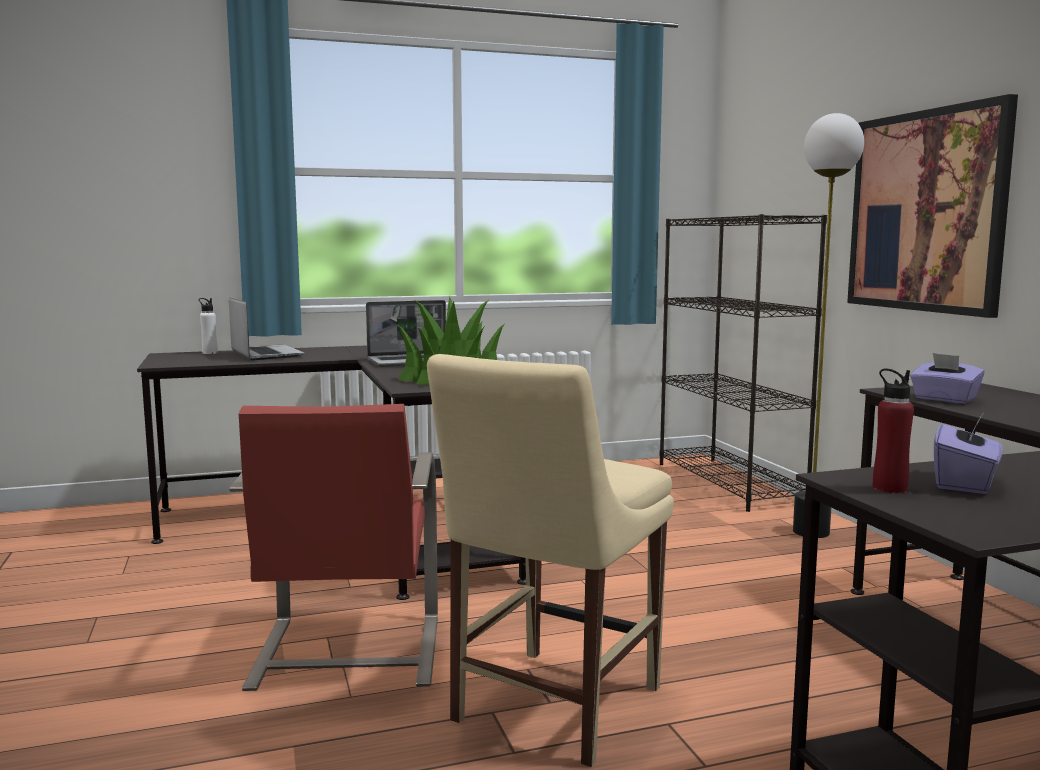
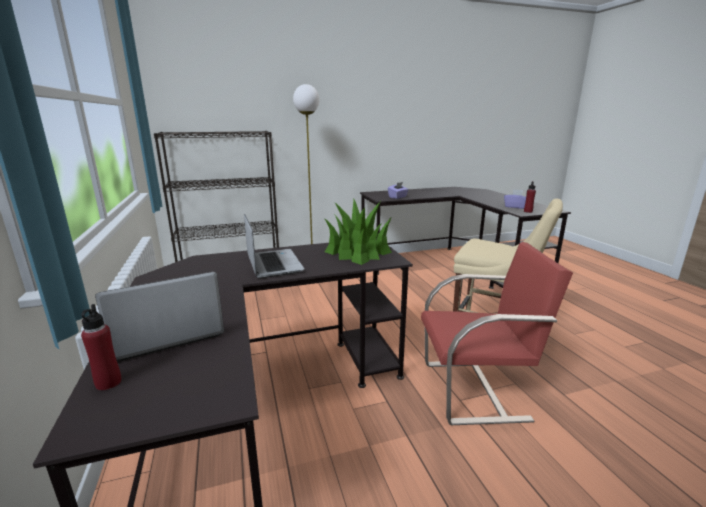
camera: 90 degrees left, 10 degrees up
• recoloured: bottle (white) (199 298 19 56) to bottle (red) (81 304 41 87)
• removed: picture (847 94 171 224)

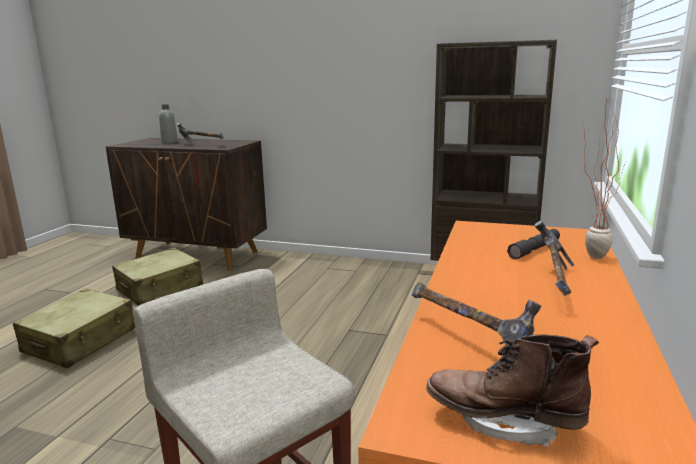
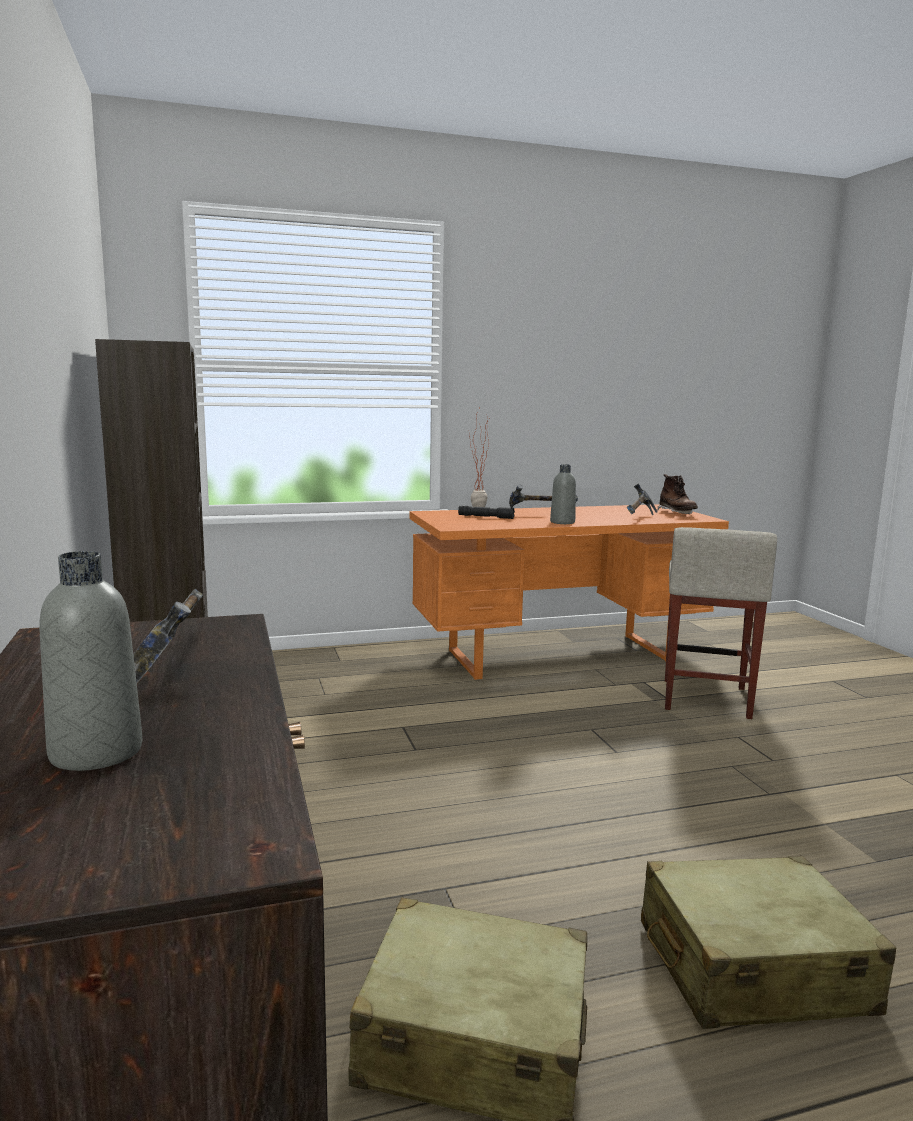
camera: 125 degrees left, 5 degrees down
• added: bottle (grey) (550 464 26 60)

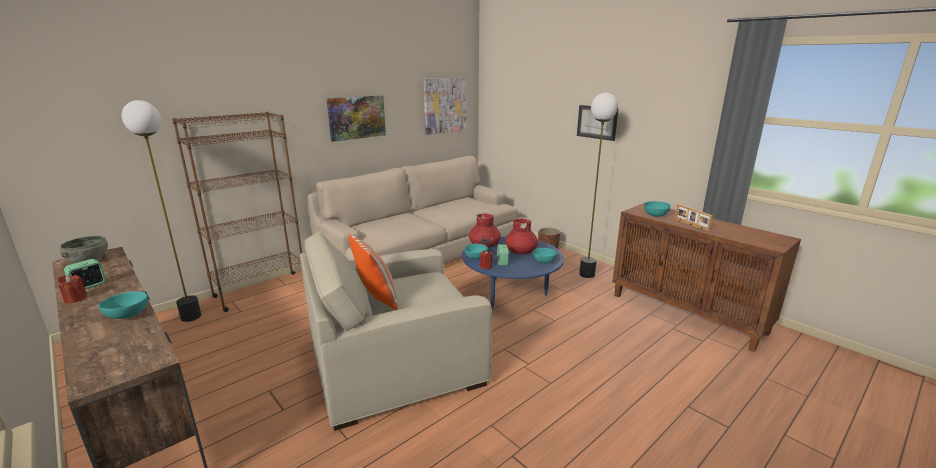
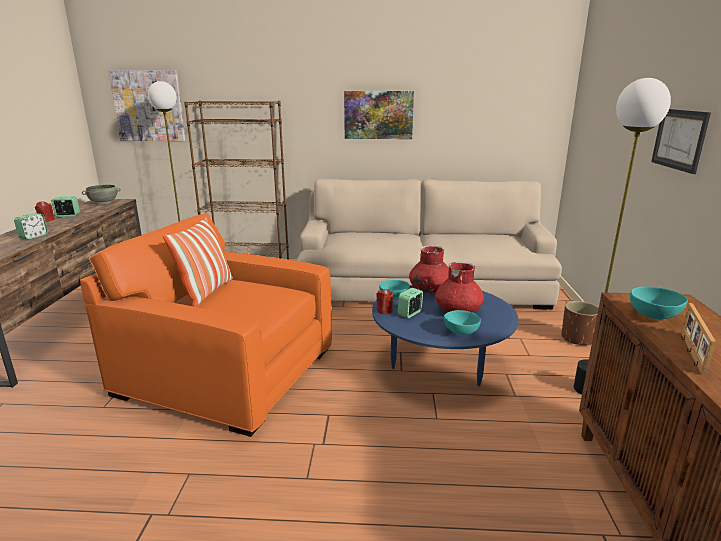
camera: 45 degrees right, 0 degrees up
• replaced: bowl (turquoise) (98 291 50 28) to alarm clock (14 213 34 26)
• recoloured: armchair (beige) (300 232 192 199) to armchair (orange) (80 213 252 224)
• moved: picture (424 77 43 58) to (109 70 77 71)

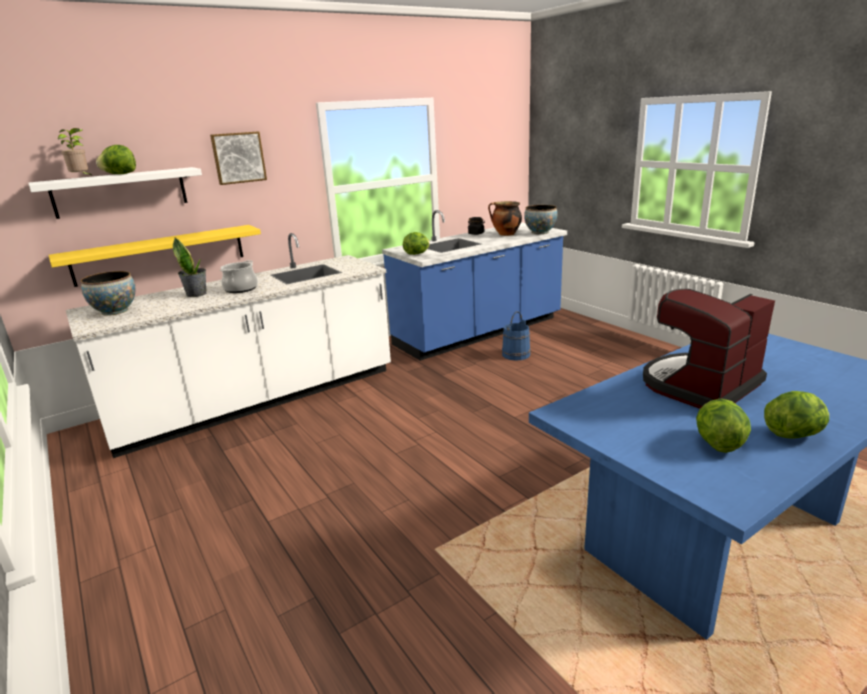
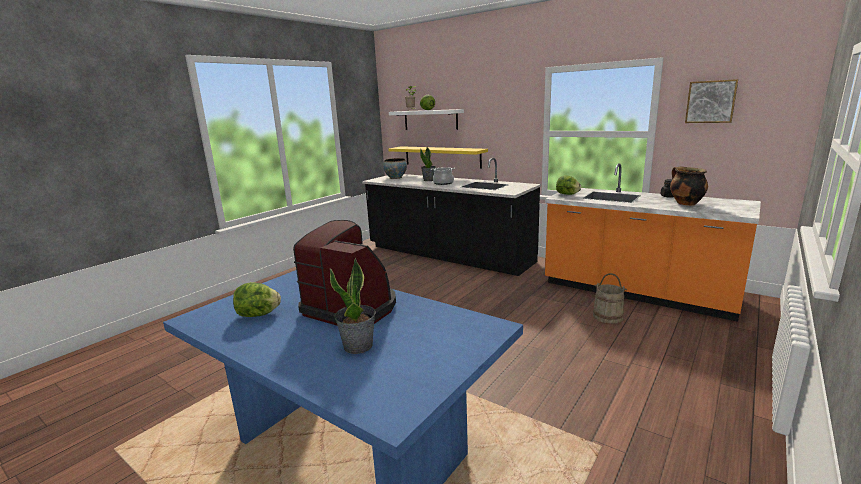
camera: 70 degrees right, 5 degrees down
• added: potted plant (330 258 46 96)
• recoloured: counter (white) (66 233 325 225) to counter (black) (362 158 179 118)
• recoloured: counter (blue) (382 210 185 151) to counter (orange) (545 163 216 159)
• recoloured: bucket (blue) (502 311 29 50) to bucket (beige) (593 273 34 51)
• moved: picture (210 132 57 53) to (685 79 53 44)
• removed: bowl (524 205 34 29)
• removed: lettuce (764 391 65 48)

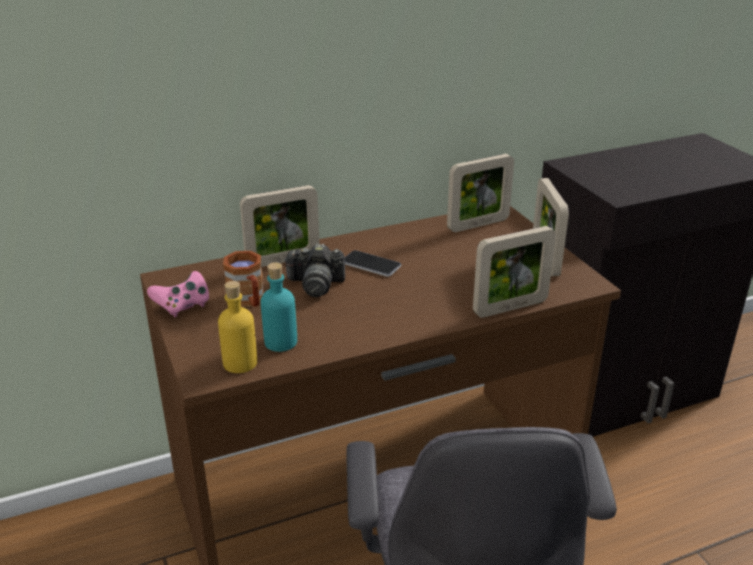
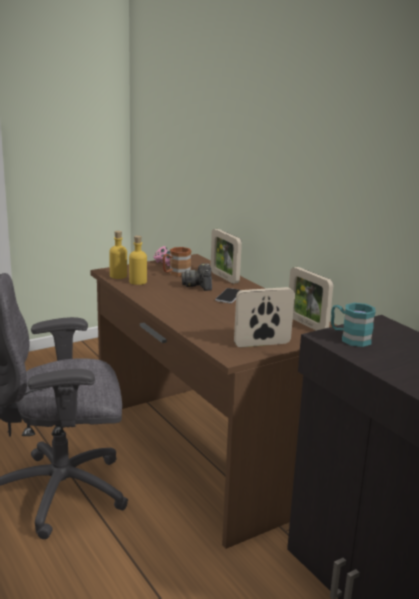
camera: 80 degrees right, 10 degrees down
• recoloured: bottle (turquoise) (260 262 37 90) to bottle (yellow) (129 236 18 49)
• added: mug (turquoise) (331 303 45 44)
• removed: picture frame (473 226 83 92)

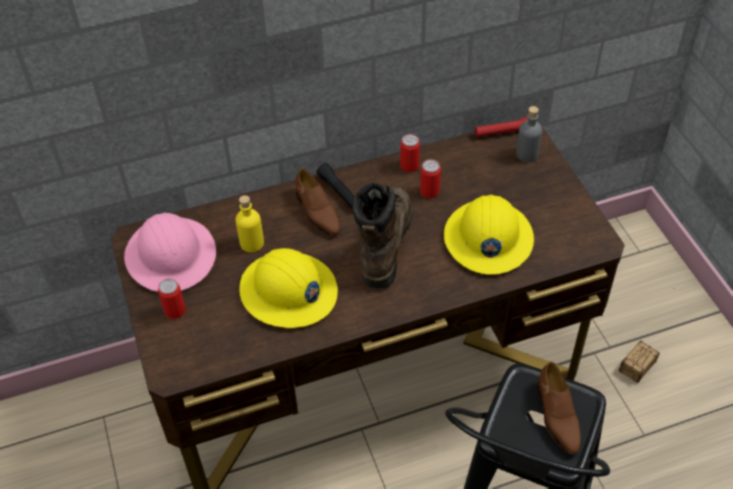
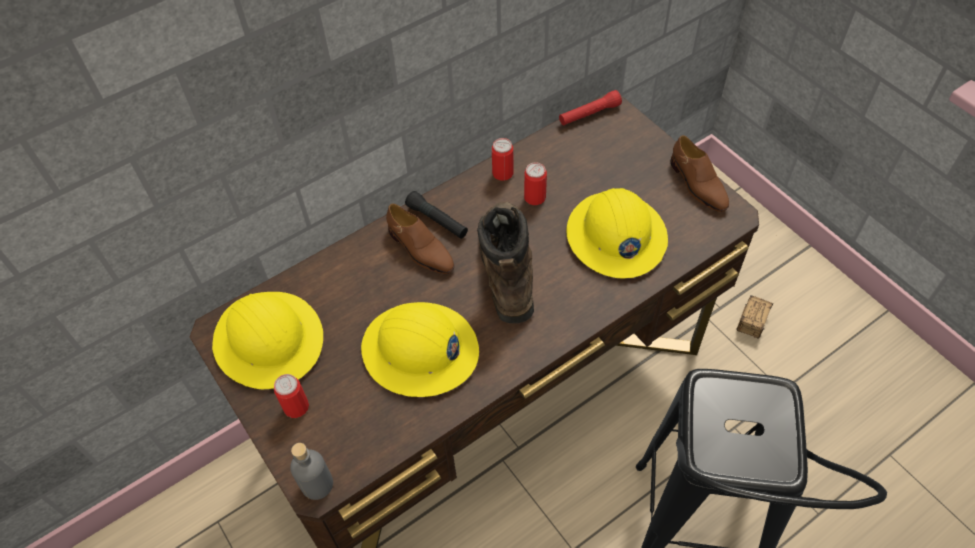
camera: 15 degrees left, 5 degrees up
• recoloured: hard hat (pink) (124 213 92 79) to hard hat (yellow) (212 292 111 97)
• moved: bottle (grey) (516 106 27 56) to (290 443 43 57)
• moved: shoe (brown) (537 362 44 93) to (671 135 58 77)
• removed: bottle (yellow) (235 195 29 57)

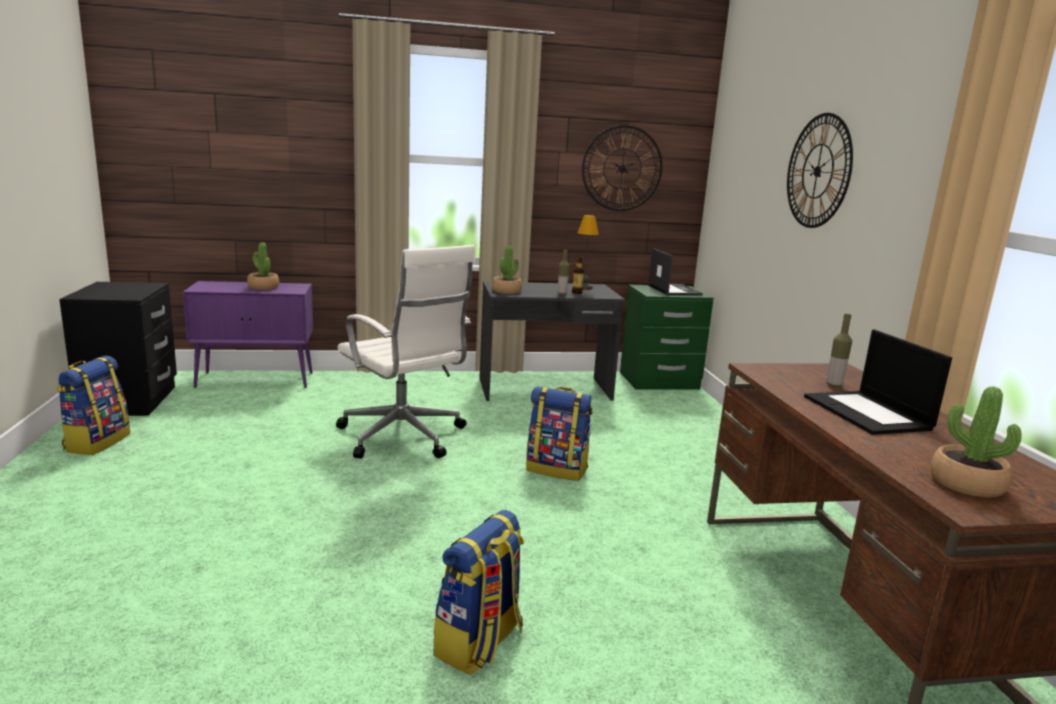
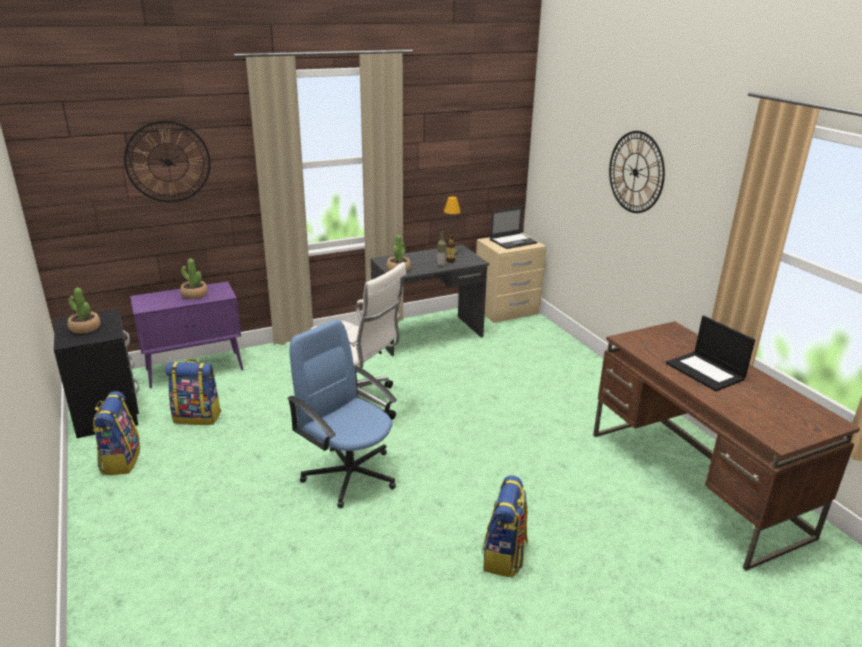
camera: 15 degrees left, 10 degrees up
• moved: potted plant (931 386 91 112) to (67 288 33 46)
• moved: wall clock (582 125 80 86) to (124 121 87 81)
• moved: backpack (526 386 66 95) to (165 359 56 66)
• added: office chair (blue) (287 319 110 189)
• recoloured: nightstand (green) (620 285 94 105) to nightstand (beige) (476 233 70 90)
• turned: laptop (648 248 55 48) = (490 206 47 43) 90 degrees clockwise
• removed: bottle (826 314 26 73)

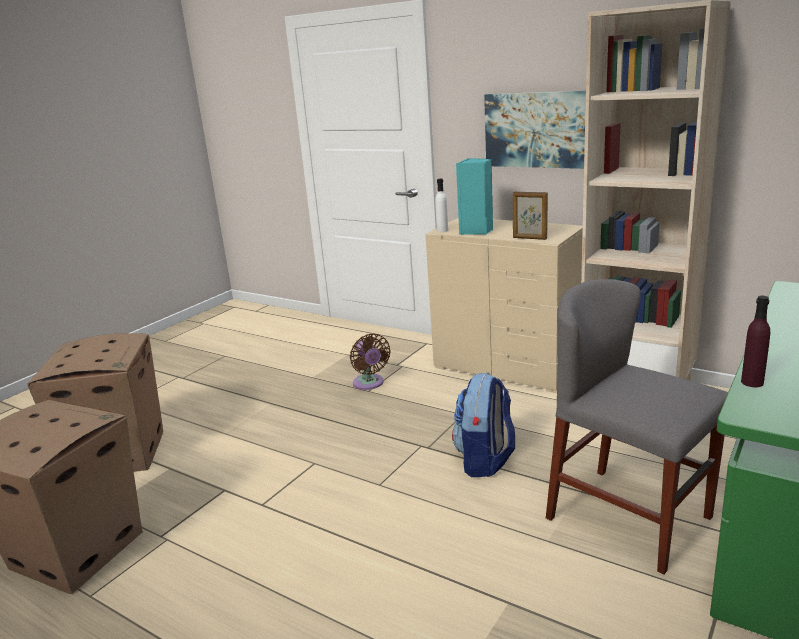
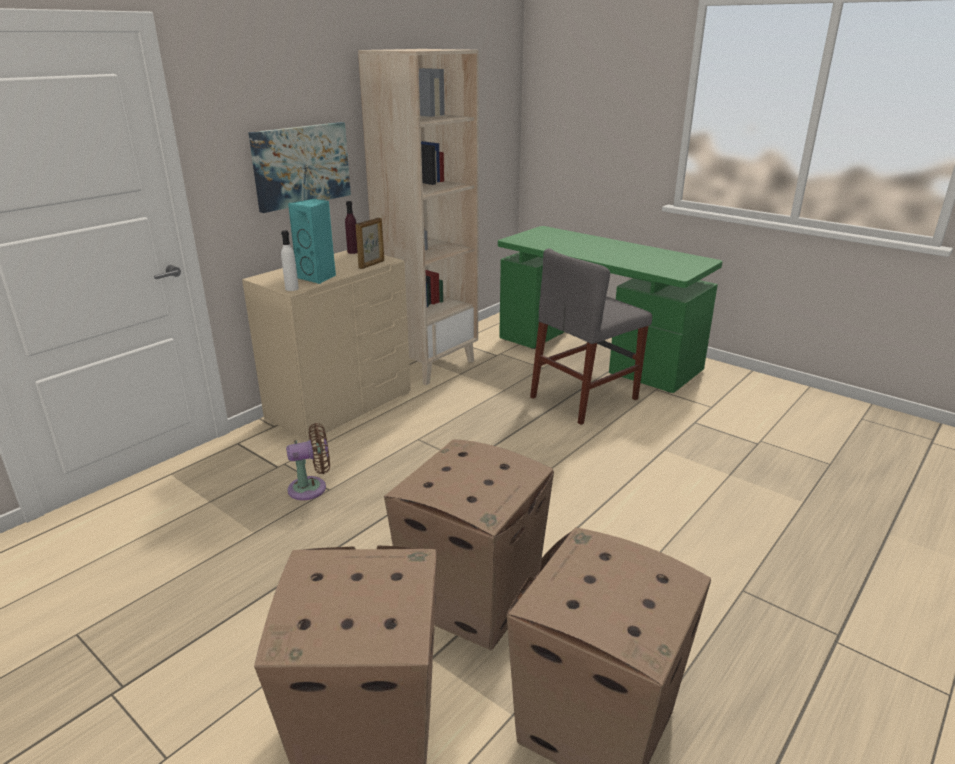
camera: 85 degrees left, 5 degrees up
• moved: bottle (purple) (741 296 29 91) to (345 201 12 53)
• added: cardboard box (384 439 170 211)
• removed: backpack (452 373 63 104)

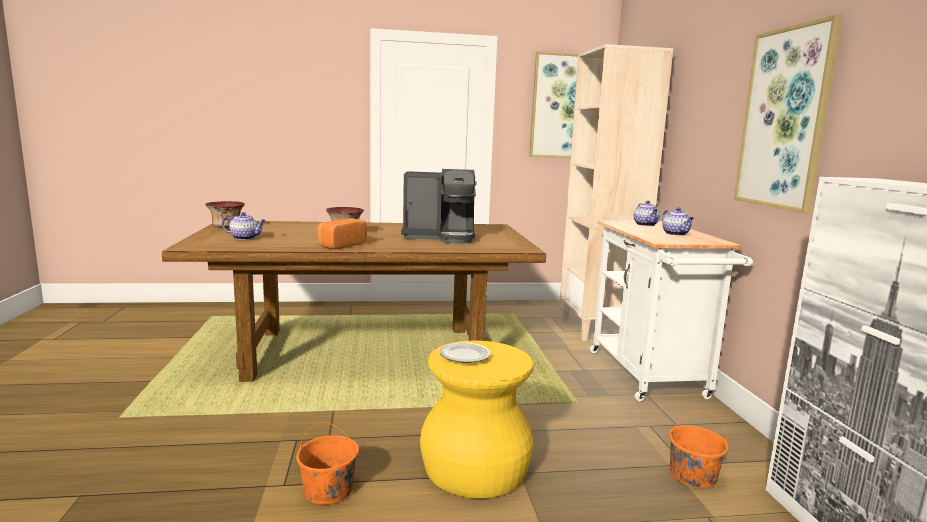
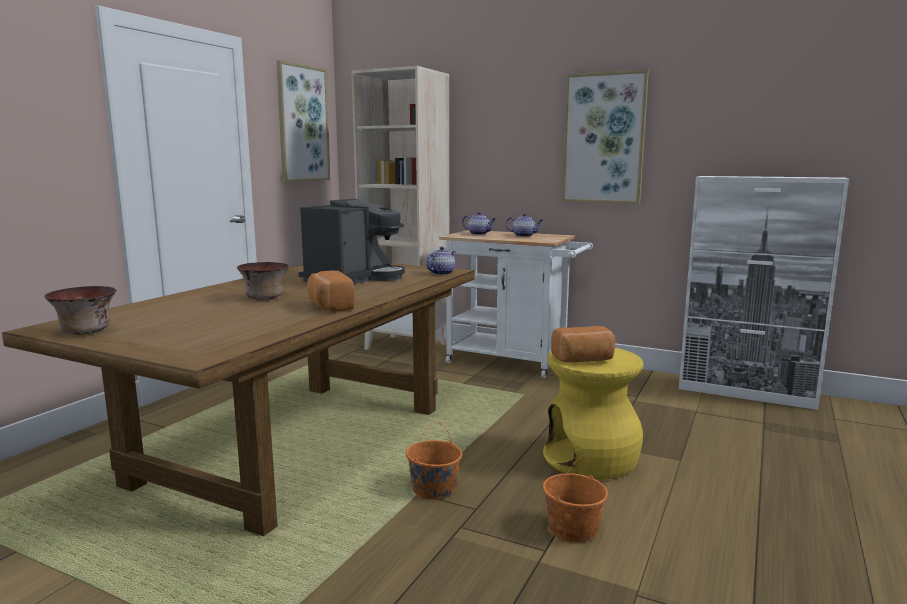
camera: 55 degrees left, 0 degrees up
• moved: bucket (orange) (669 410 59 78) to (406 422 56 77)
• moved: teapot (222 212 44 28) to (426 247 30 28)
• replaced: plate (440 342 51 21) to bread (551 326 64 36)

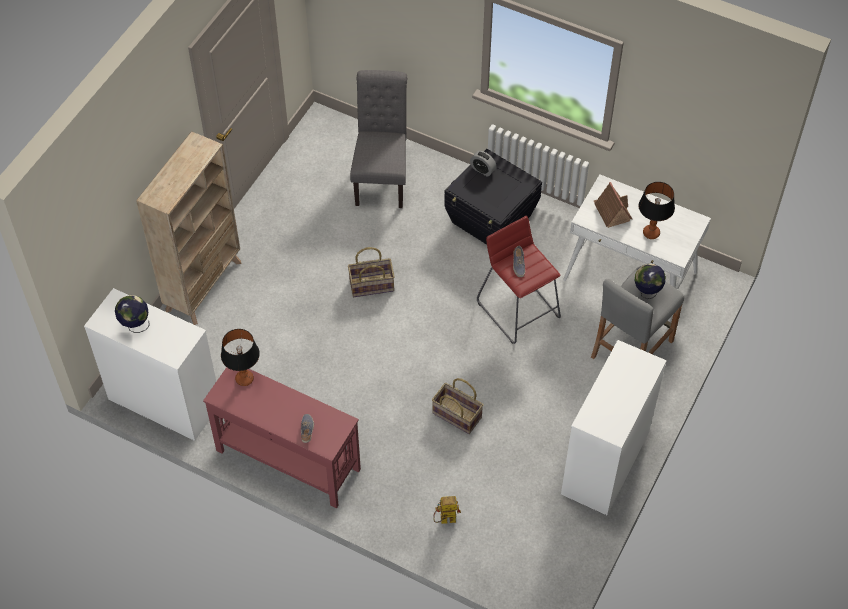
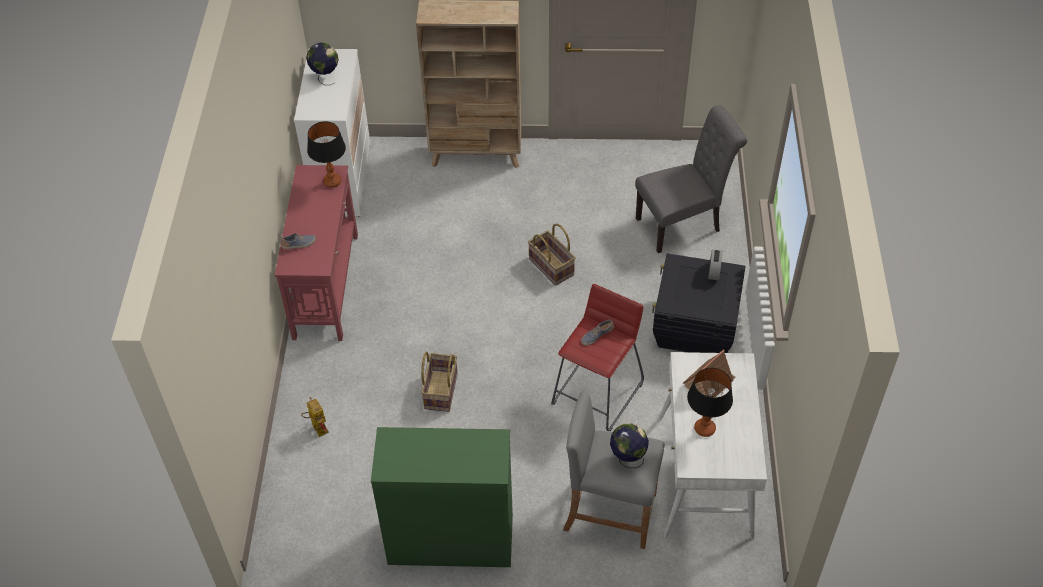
camera: 65 degrees right, 5 degrees down
• recoloured: dresser (white) (561 340 106 175) to dresser (green) (371 427 142 140)

